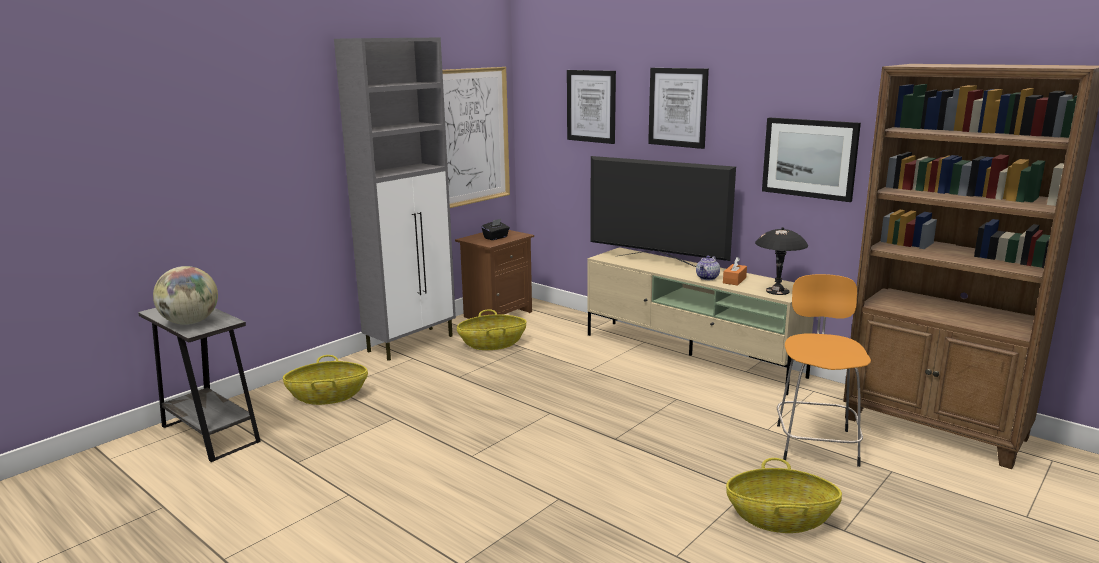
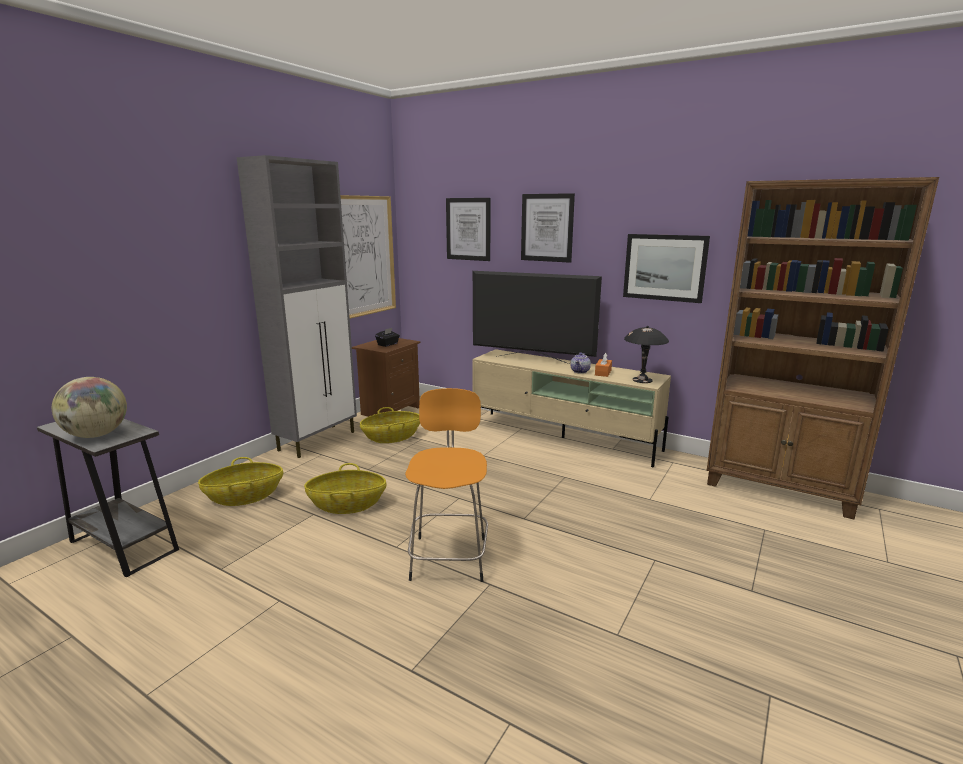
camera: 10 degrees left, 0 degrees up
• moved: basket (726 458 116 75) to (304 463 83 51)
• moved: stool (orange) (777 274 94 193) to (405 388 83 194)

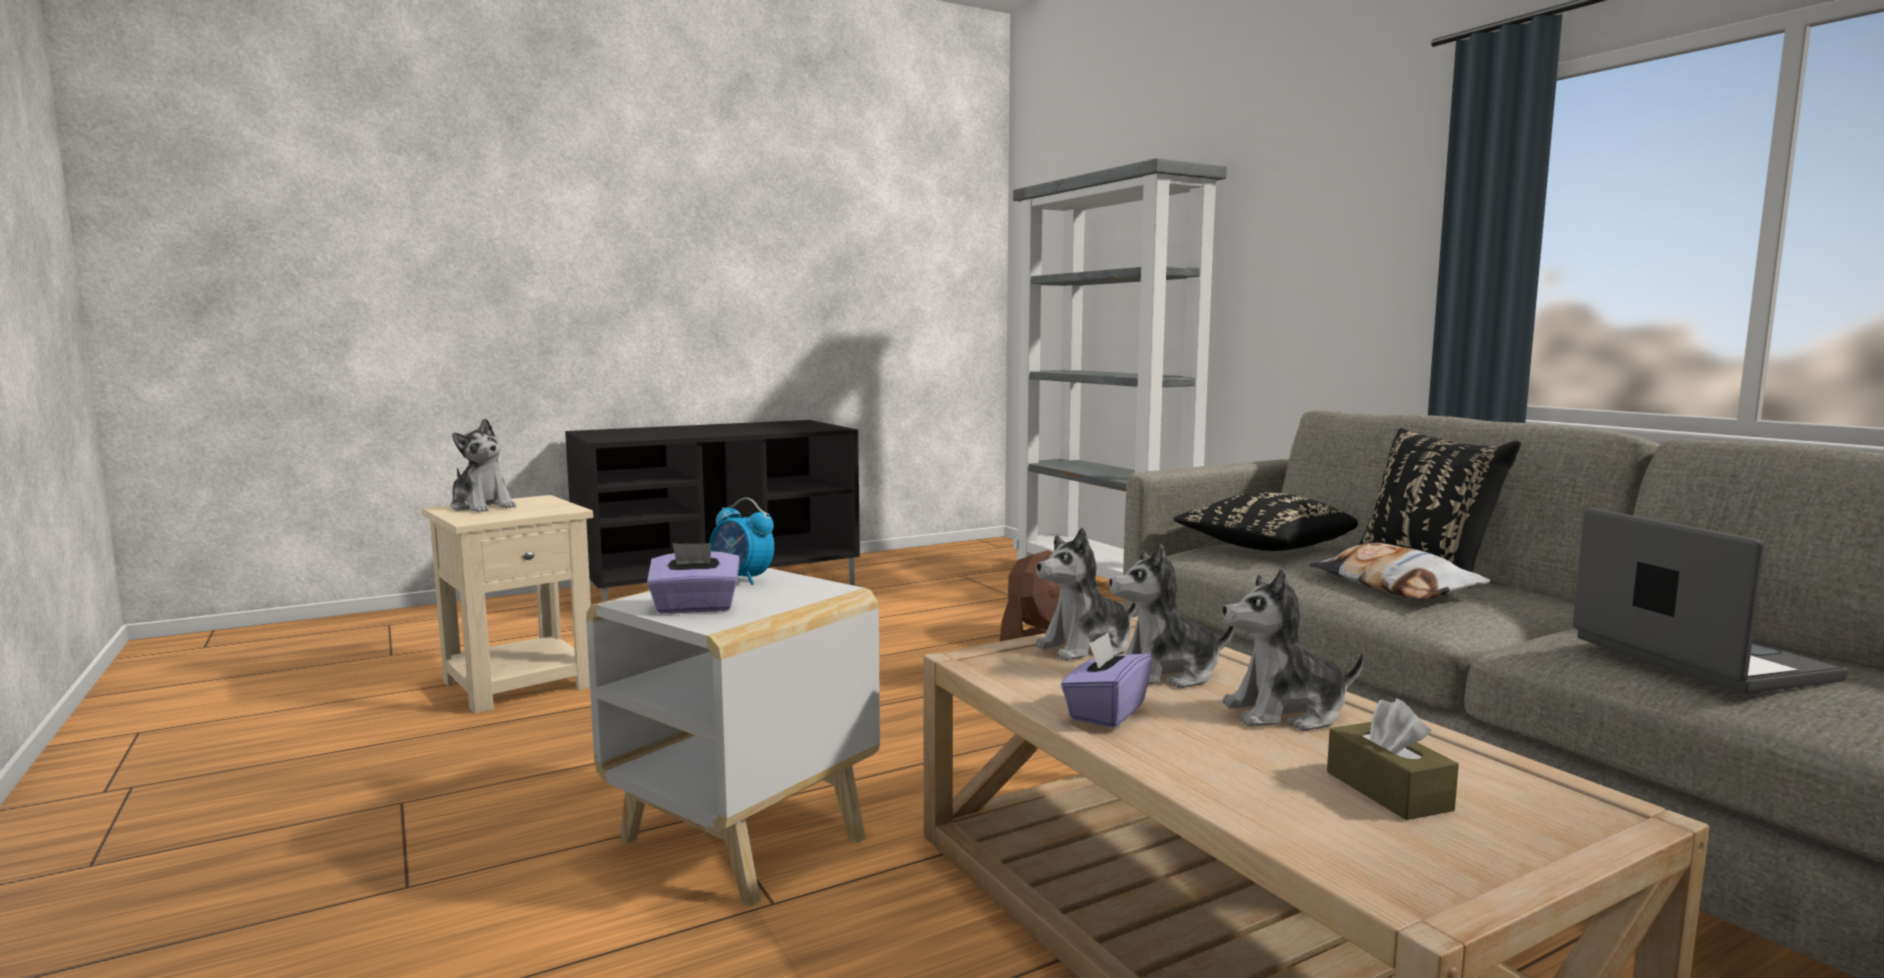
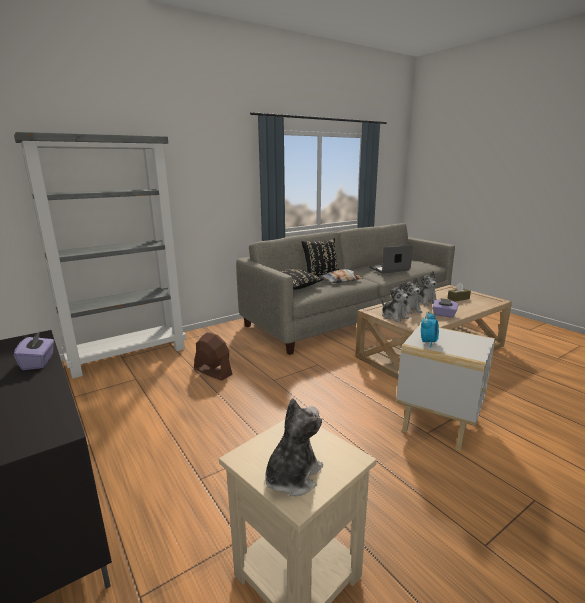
camera: 95 degrees left, 10 degrees up
• moved: tissue box (purple) (647 543 93 71) to (14 332 40 38)

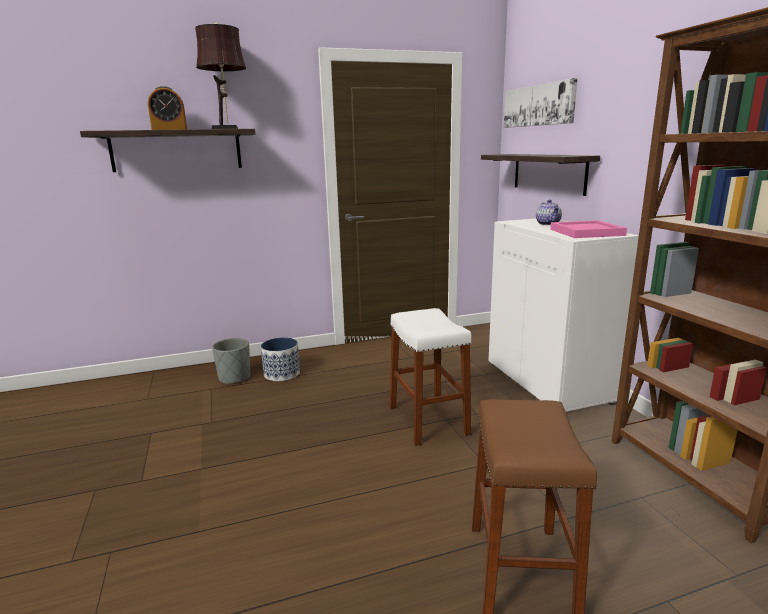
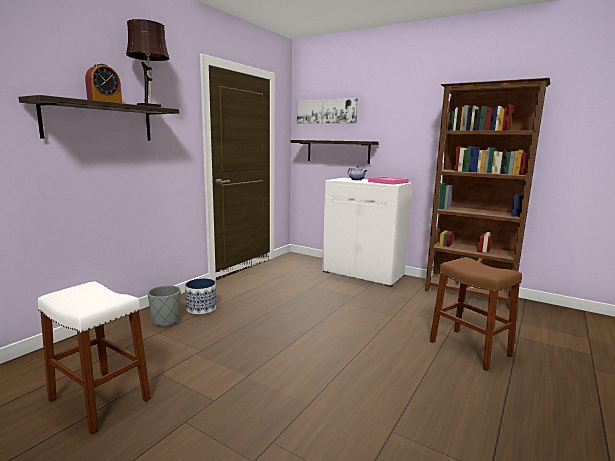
camera: 40 degrees left, 5 degrees down
• moved: stool (white) (390 308 82 138) to (38 281 113 153)

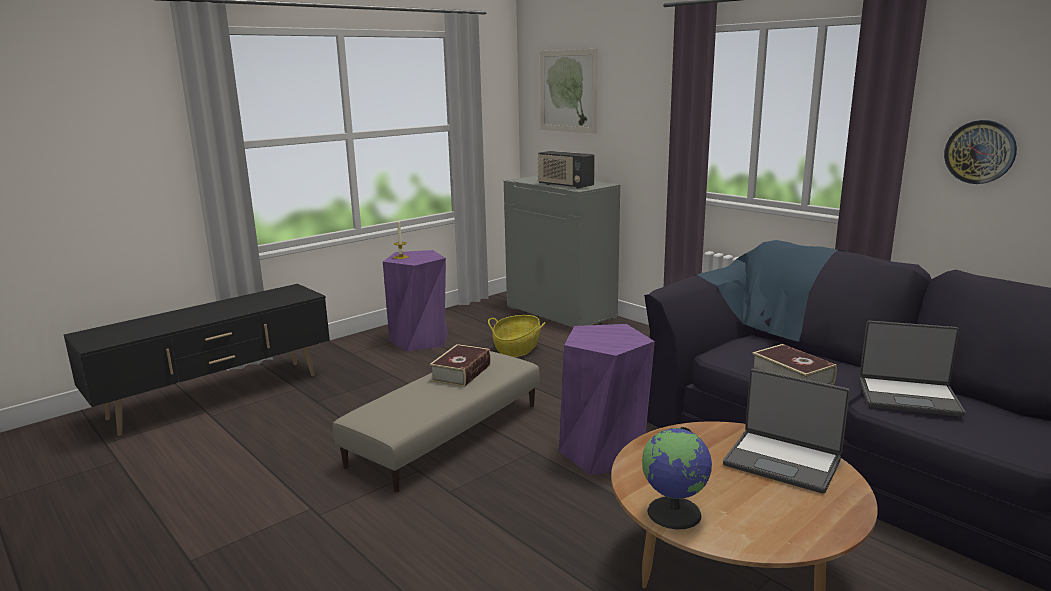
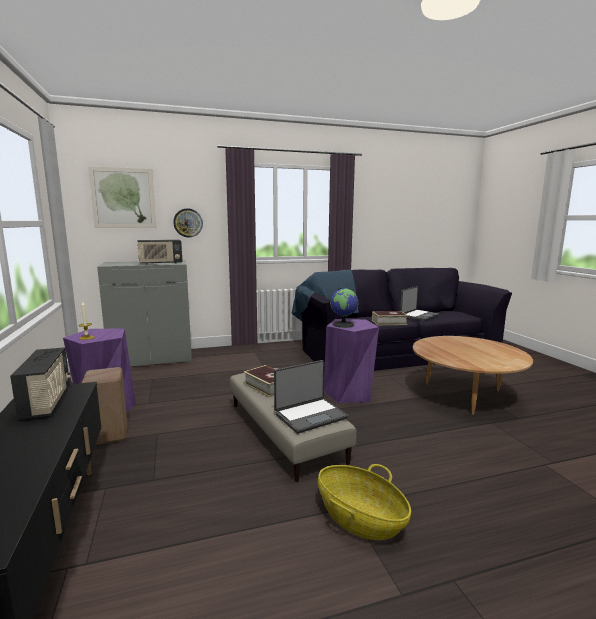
camera: 65 degrees left, 5 degrees down
• added: radio (10 347 61 73)
• added: stool (beige) (82 367 46 78)
• moved: wall clock (944 120 73 64) to (173 208 30 30)
• moved: laptop (723 369 127 125) to (274 360 74 74)
• moved: basket (488 315 57 42) to (318 464 93 76)
• moved: globe (642 427 70 102) to (330 288 28 40)

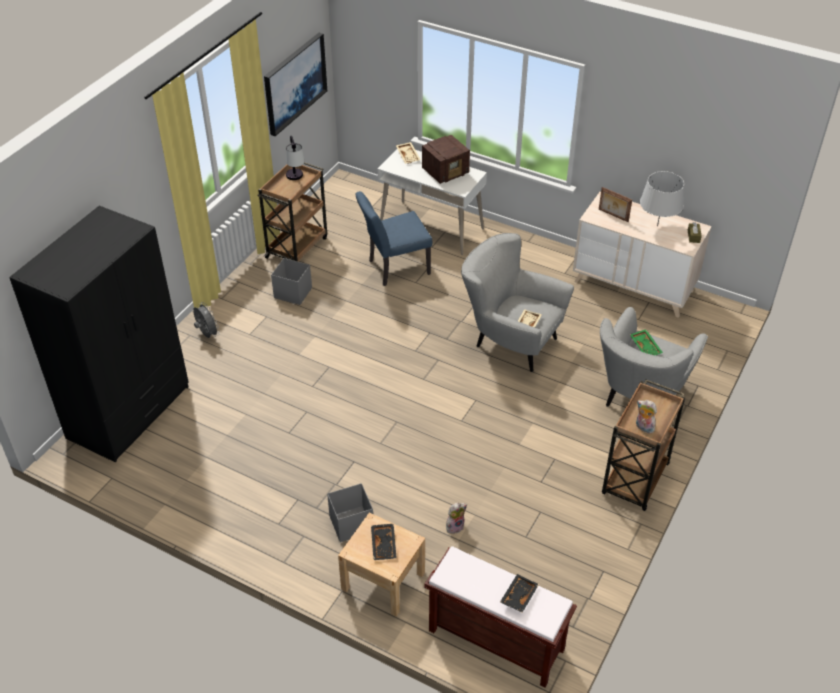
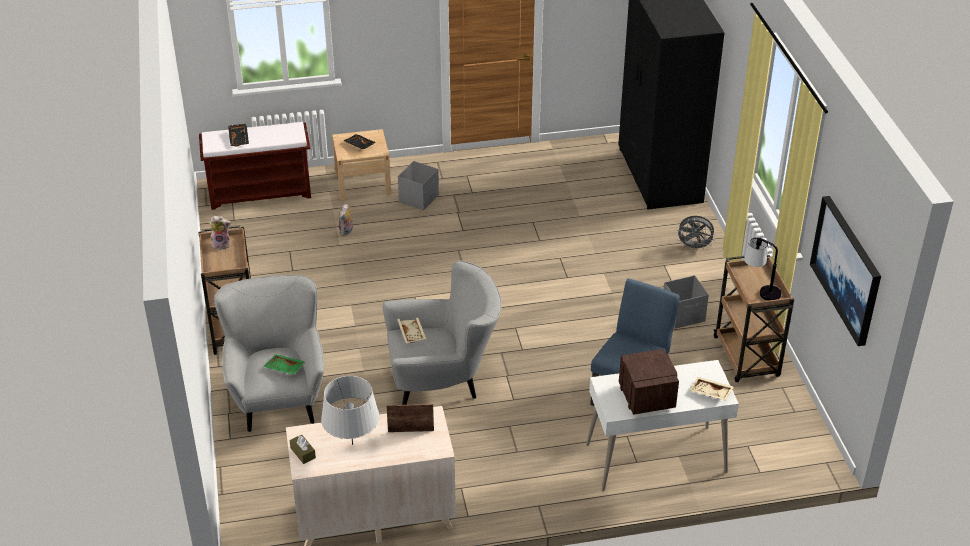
camera: 140 degrees right, 5 degrees down
• turned: radio (422 135 48 49) = (619 349 60 66) 150 degrees clockwise

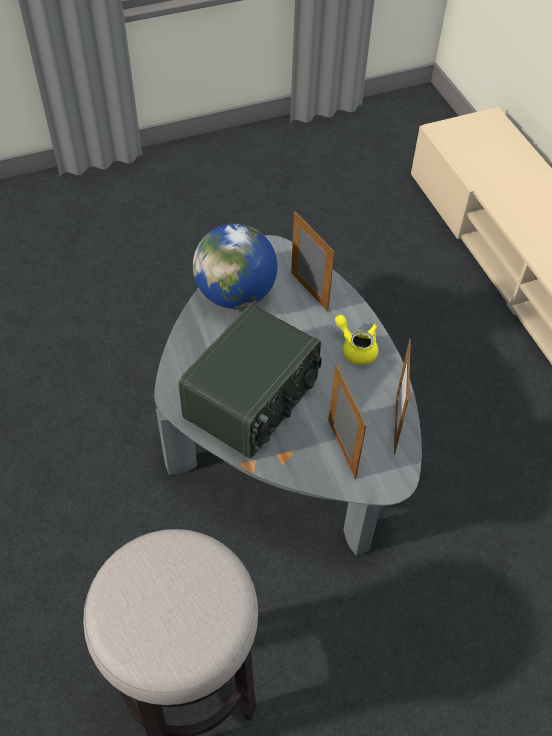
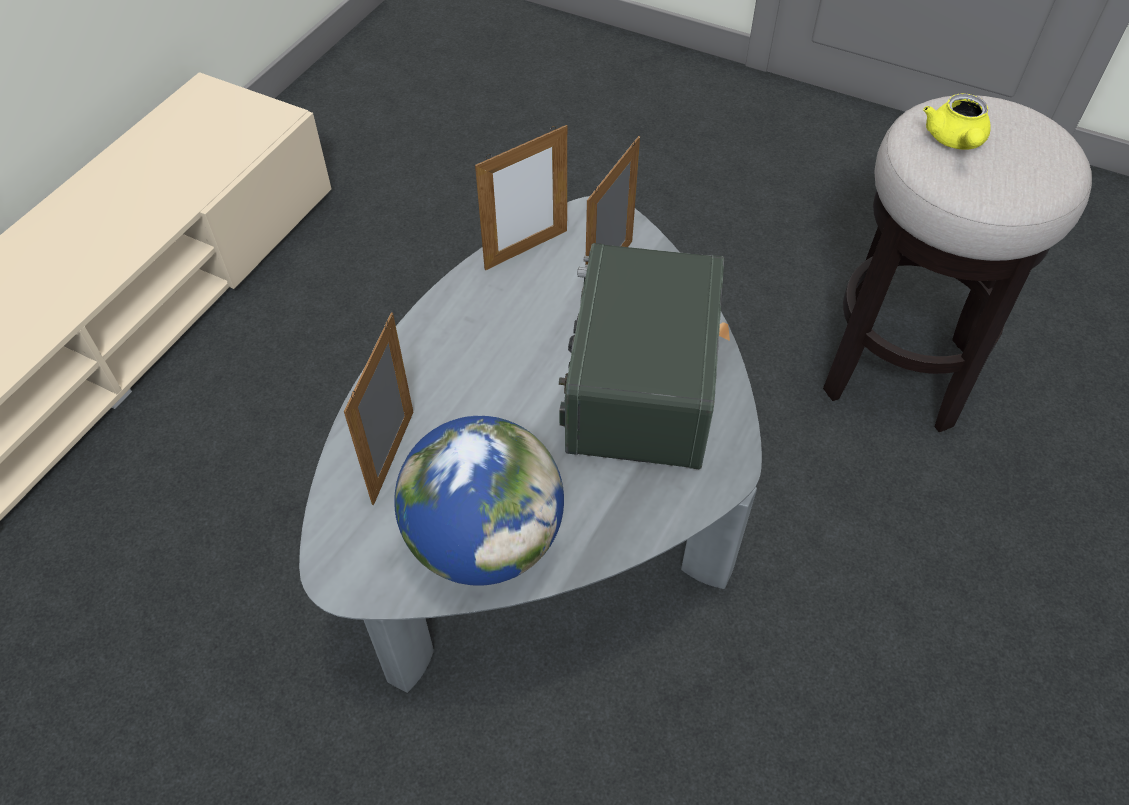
camera: 130 degrees left, 0 degrees up
• turned: radio (178 304 144 155) = (559 243 165 227) 75 degrees counterclockwise
• moved: teapot (yellow) (335 315 43 50) to (923 94 68 56)

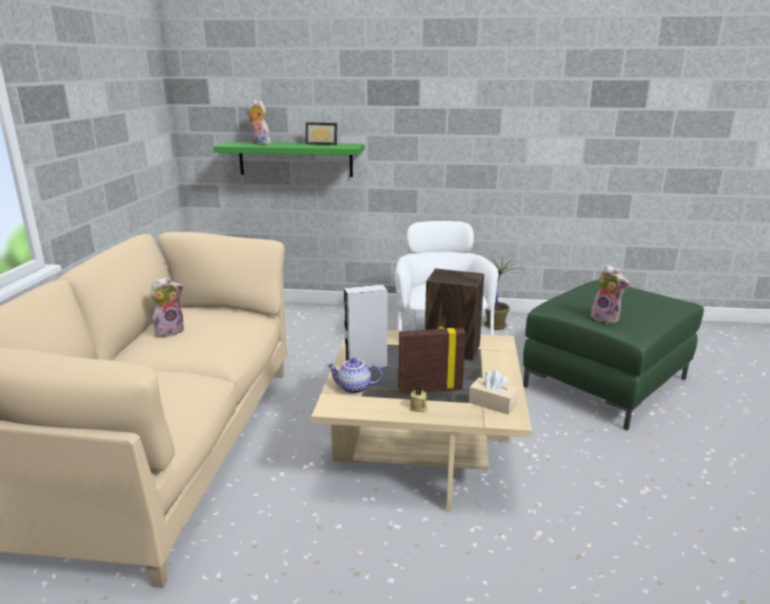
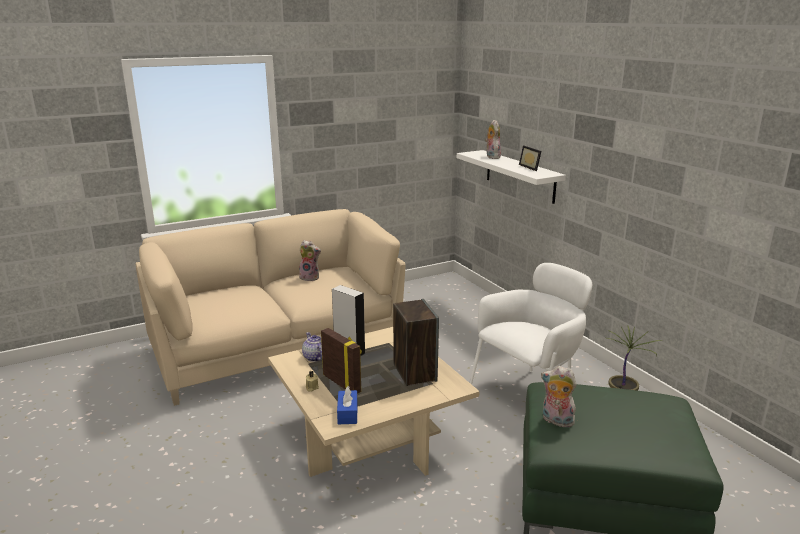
camera: 55 degrees right, 0 degrees up
• recoloured: tissue box (beige) (469 370 49 45) to tissue box (blue) (337 386 20 38)
• recoloured: shelf (green) (213 142 151 35) to shelf (white) (457 150 109 54)
• turned: plush toy (591 265 38 59) = (541 366 36 61) 105 degrees clockwise

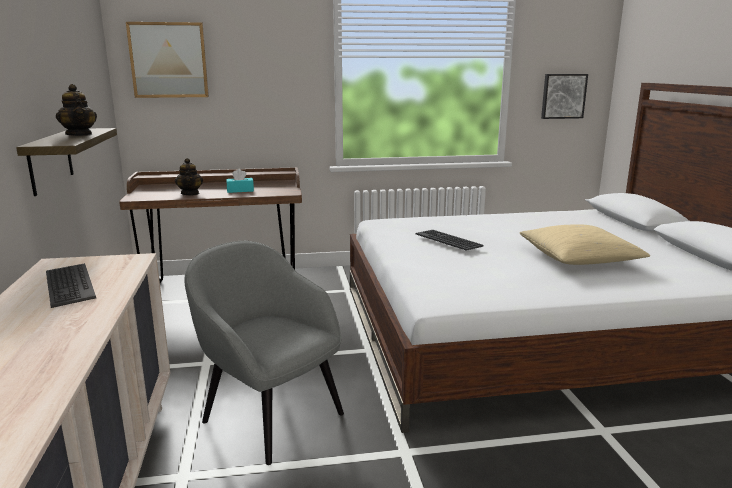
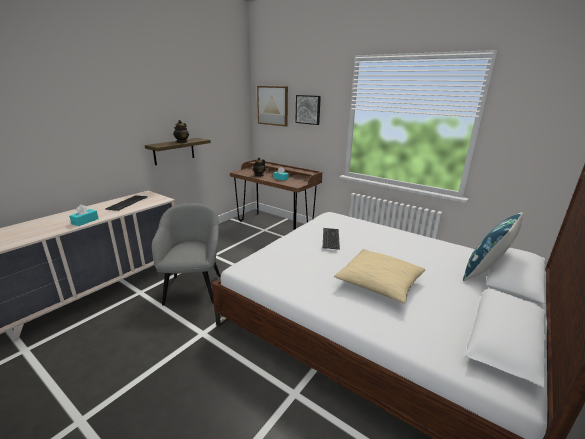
camera: 45 degrees right, 5 degrees up
• added: tissue box (turquoise) (69 205 30 21)
• moved: picture (541 74 47 45) to (295 95 26 30)
• added: pillow (blue) (463 211 61 70)

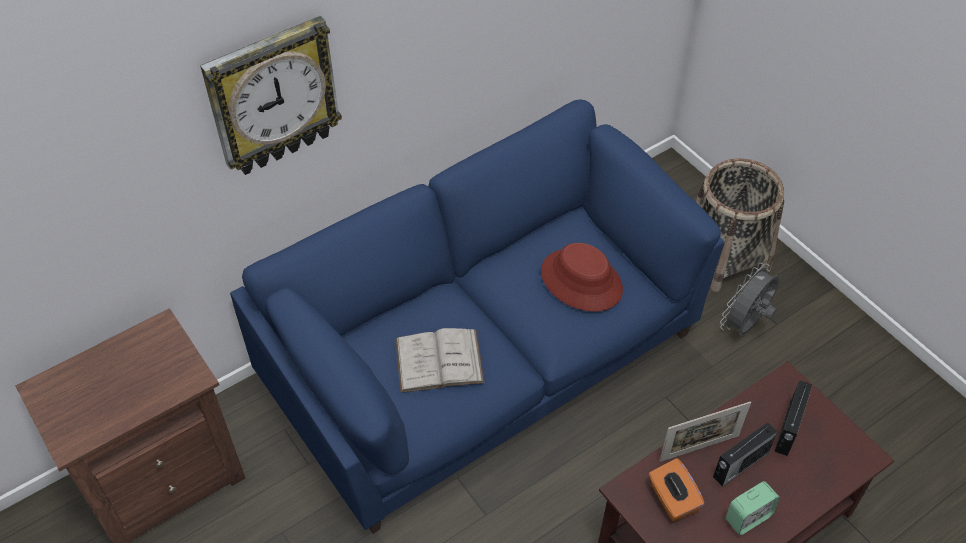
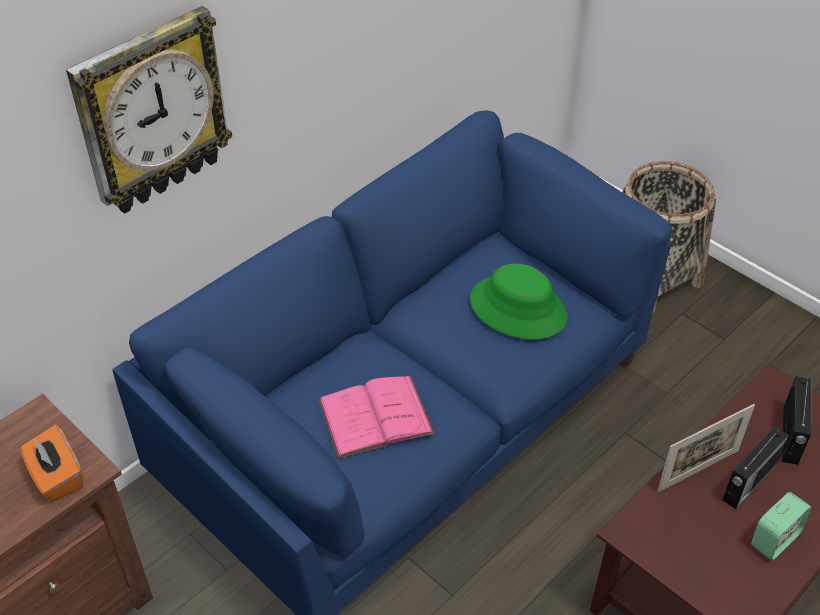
camera: 10 degrees left, 5 degrees down
• moved: tissue box (orange) (649 458 56 63) to (20 425 64 77)
• recoloured: book (white) (395 328 90 65) to book (pink) (318 376 117 83)
• recoloured: hat (red) (541 243 82 69) to hat (green) (470 264 98 76)
• removed: fan (grey) (720 263 60 73)

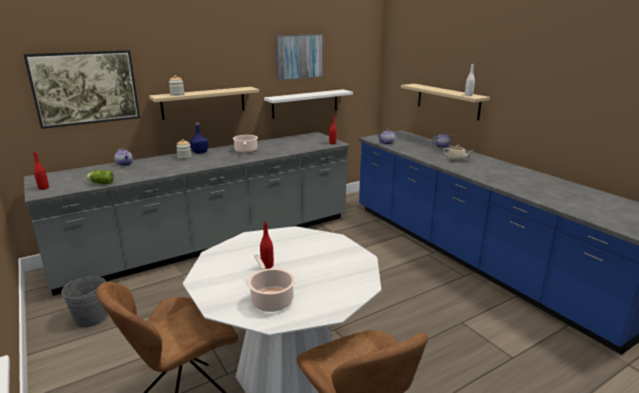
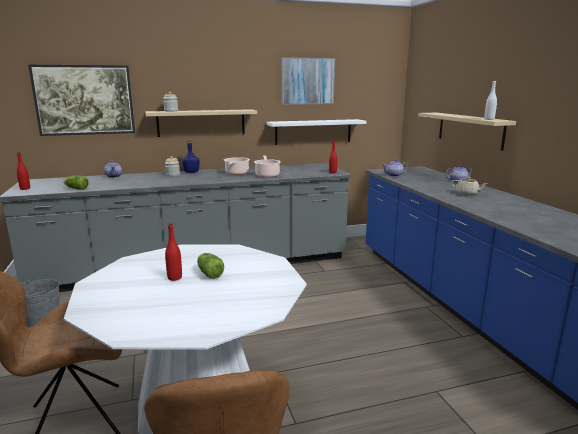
camera: 15 degrees right, 5 degrees down
• added: lettuce (197 253 27 26)
• moved: cooking pot (248 254 47 58) to (254 155 27 23)

